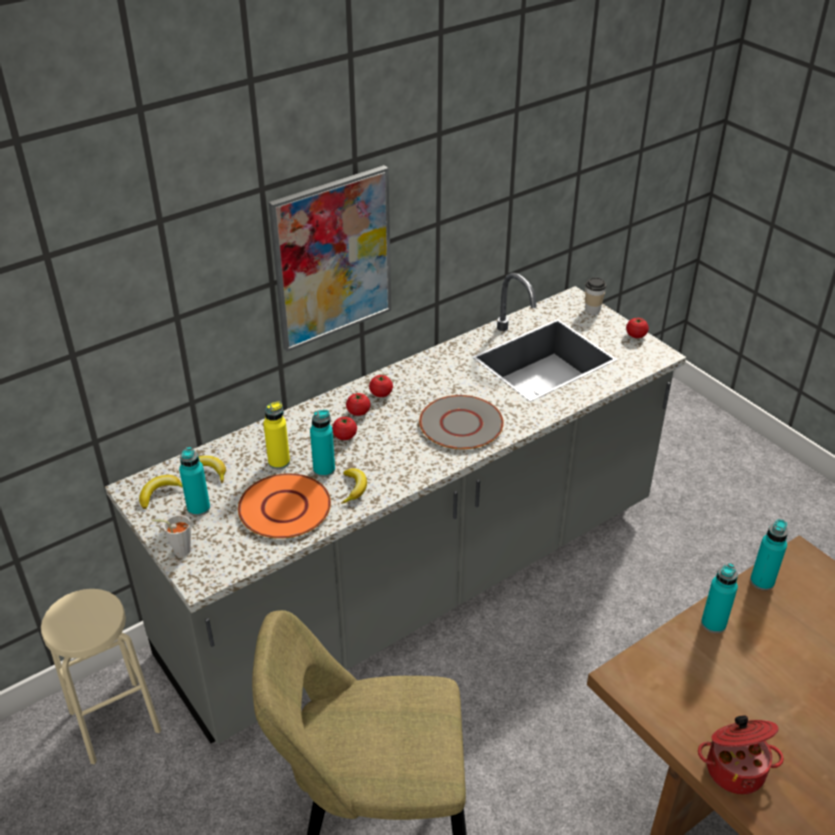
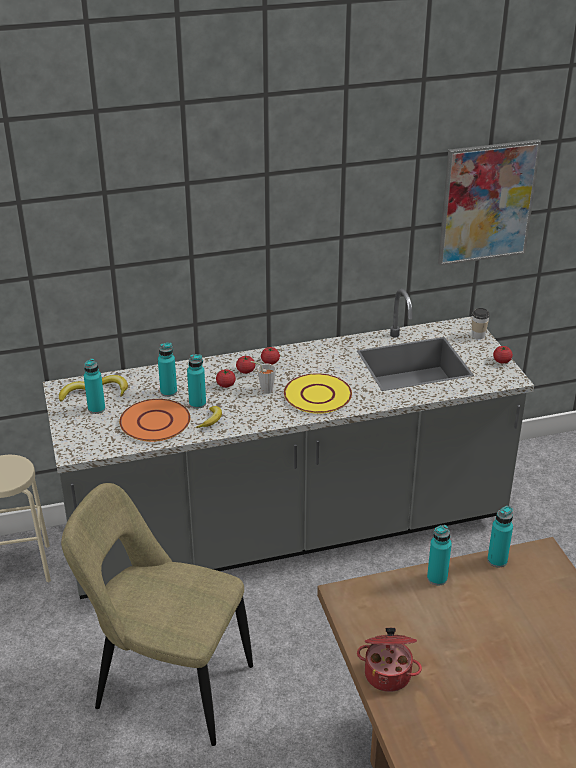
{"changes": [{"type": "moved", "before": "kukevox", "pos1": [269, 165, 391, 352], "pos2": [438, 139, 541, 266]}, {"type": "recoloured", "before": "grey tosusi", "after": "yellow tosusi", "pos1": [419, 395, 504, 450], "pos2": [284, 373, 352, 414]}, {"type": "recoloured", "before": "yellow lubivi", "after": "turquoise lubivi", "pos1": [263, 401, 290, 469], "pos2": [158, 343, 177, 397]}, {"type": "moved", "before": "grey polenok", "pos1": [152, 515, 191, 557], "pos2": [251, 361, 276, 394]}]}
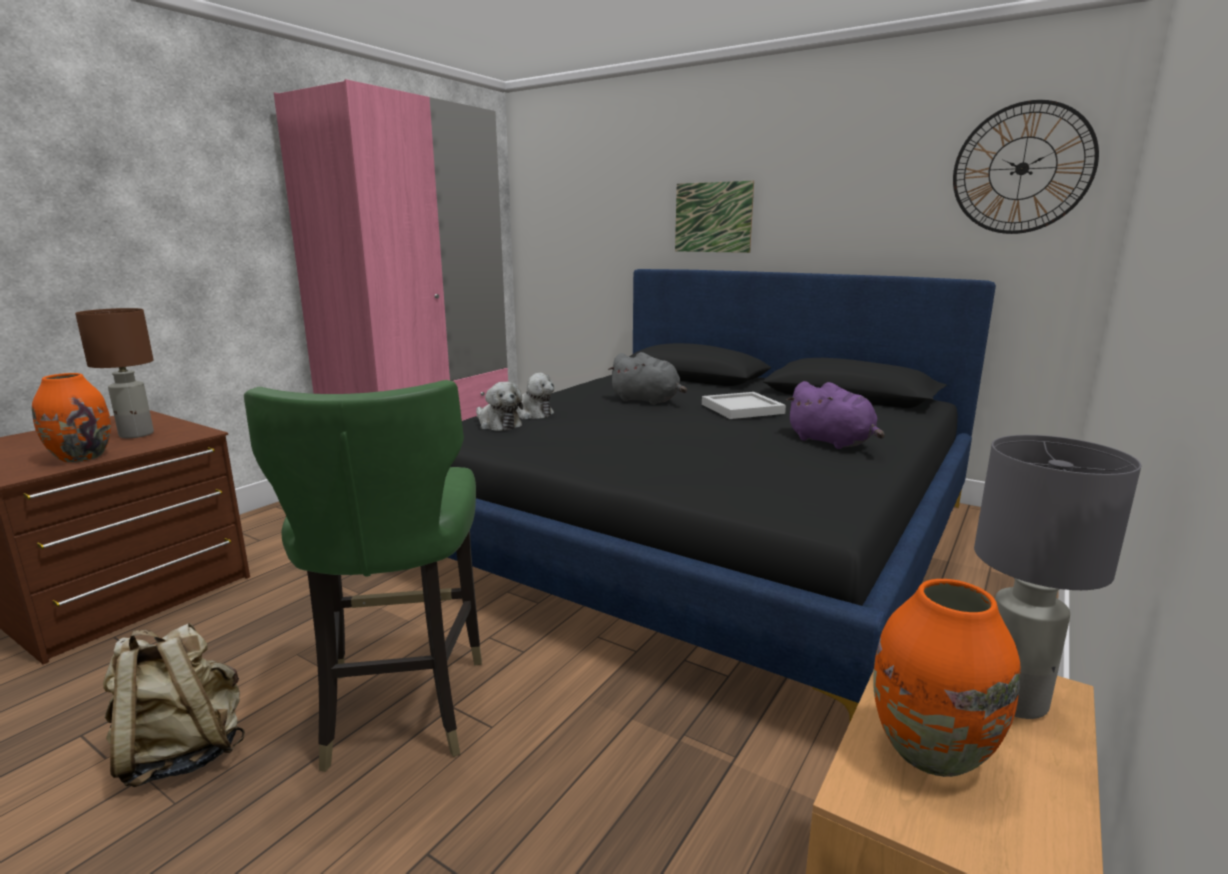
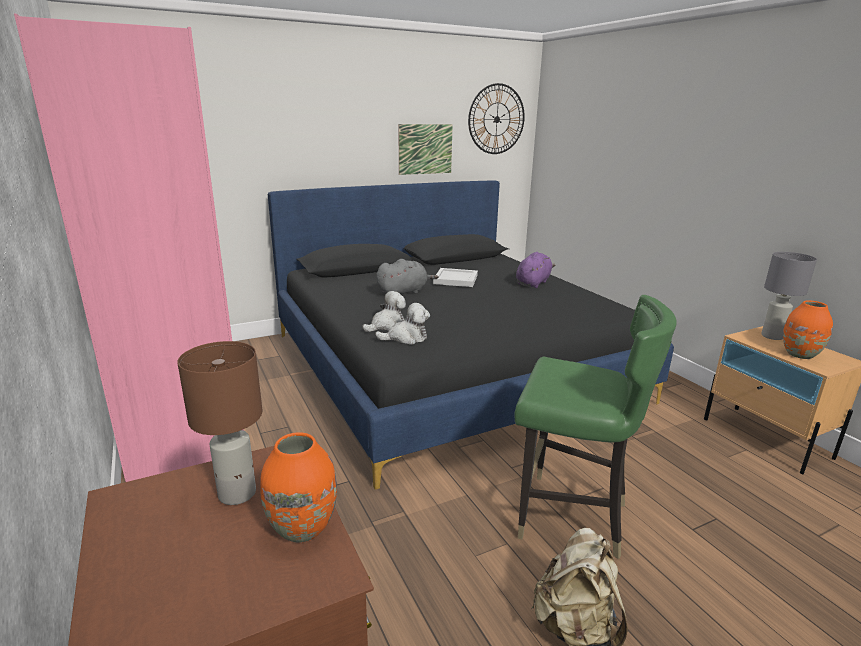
{"changes": [{"type": "moved", "before": "kukevox", "pos1": [675, 180, 754, 253], "pos2": [399, 124, 453, 175]}, {"type": "turned", "before": "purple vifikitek", "pos1": [786, 381, 885, 449], "pos2": [516, 252, 555, 288], "turn": -45}]}
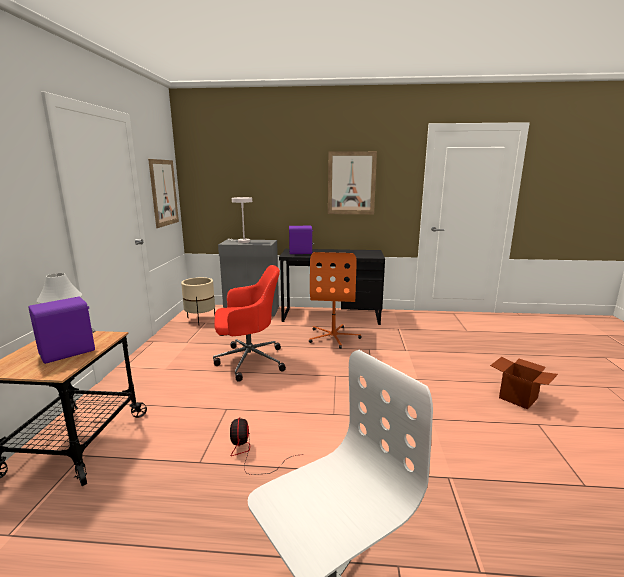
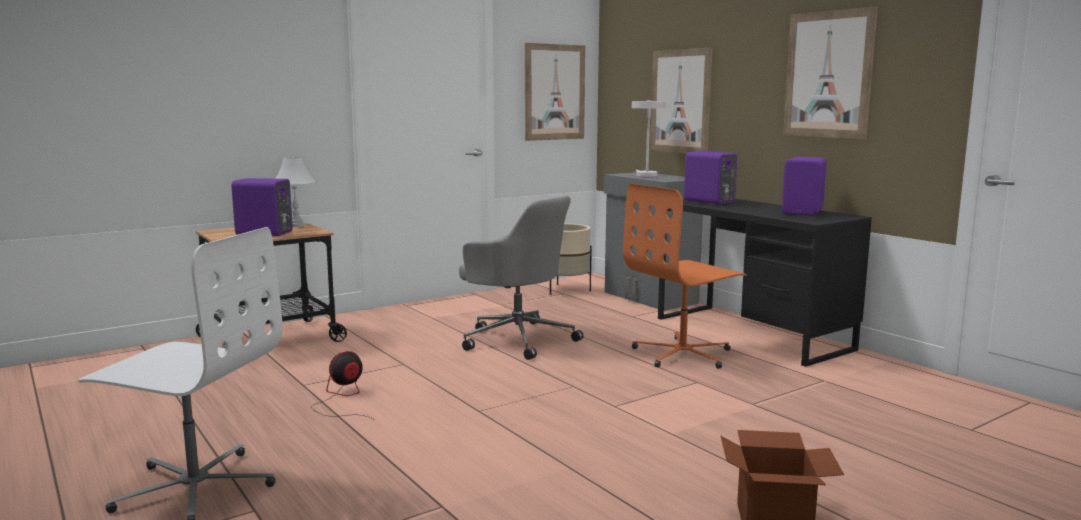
{"changes": [{"type": "recoloured", "before": "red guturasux", "after": "grey guturasux", "pos1": [213, 265, 286, 382], "pos2": [459, 196, 584, 360]}, {"type": "added", "after": "kukevox", "pos2": [650, 48, 712, 154]}, {"type": "added", "after": "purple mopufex", "pos2": [782, 157, 827, 216]}]}
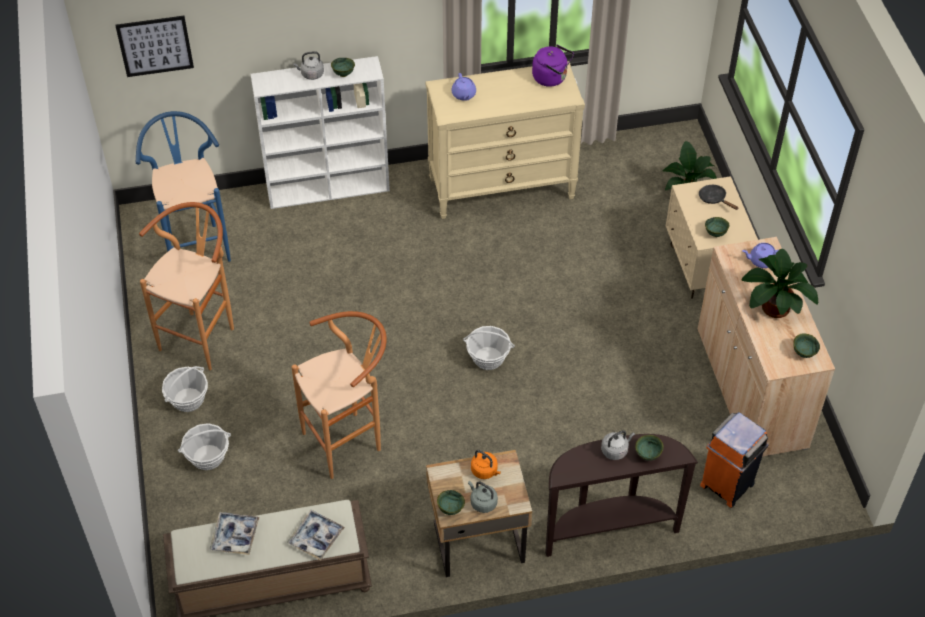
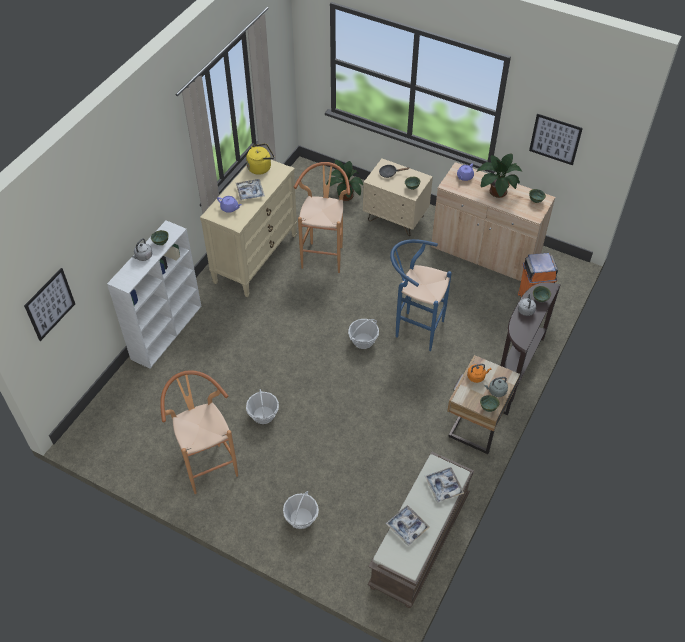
{"changes": [{"type": "recoloured", "before": "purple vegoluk", "after": "yellow vegoluk", "pos1": [532, 45, 574, 87], "pos2": [246, 144, 274, 175]}, {"type": "moved", "before": "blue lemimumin", "pos1": [136, 111, 231, 262], "pos2": [390, 239, 452, 351]}, {"type": "moved", "before": "brown lemimumin", "pos1": [292, 311, 387, 479], "pos2": [294, 162, 350, 273]}, {"type": "moved", "before": "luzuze", "pos1": [162, 366, 208, 412], "pos2": [246, 389, 279, 424]}, {"type": "added", "after": "kukevox", "pos2": [529, 114, 583, 165]}, {"type": "added", "after": "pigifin", "pos2": [236, 179, 265, 200]}]}
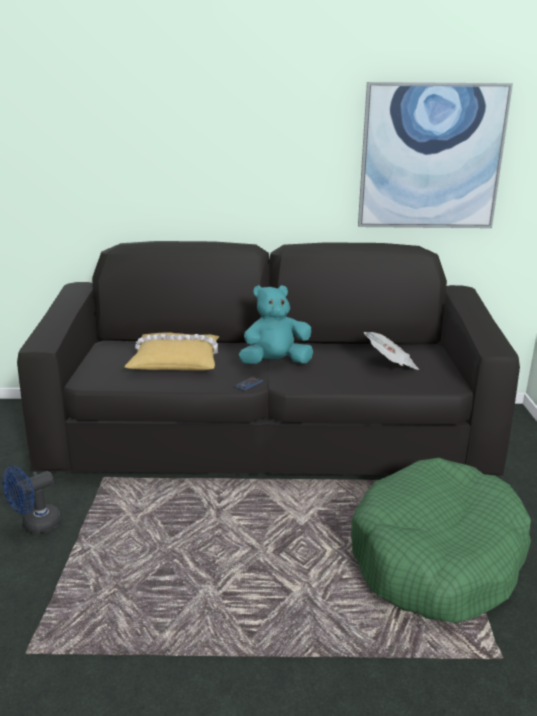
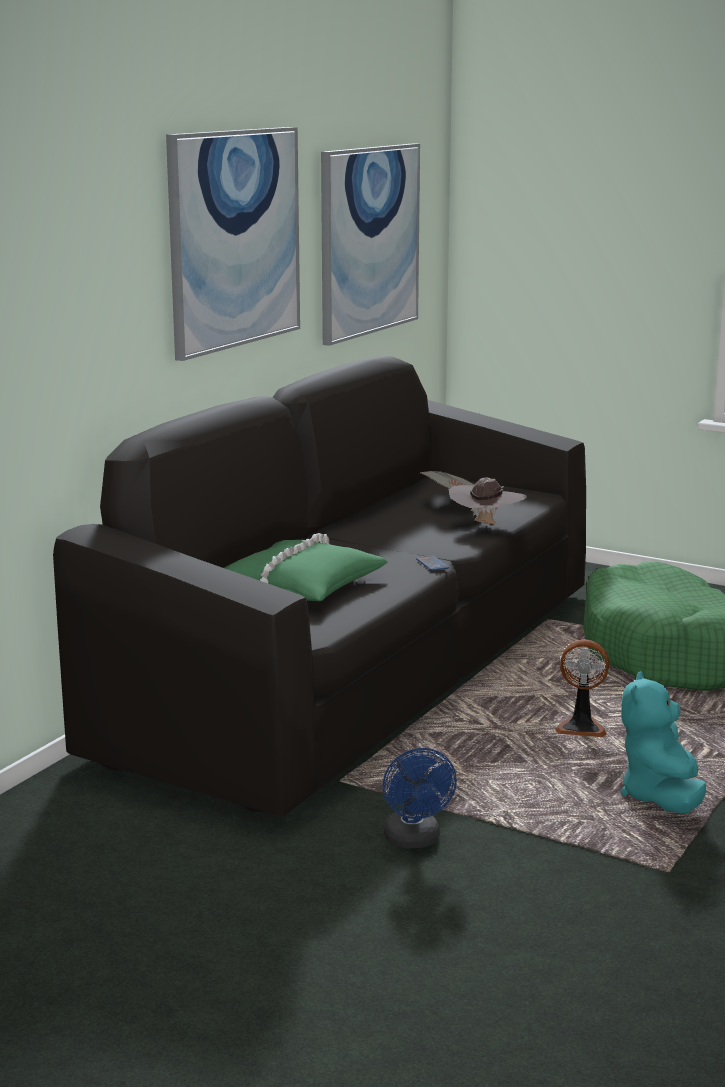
{"changes": [{"type": "moved", "before": "turquoise vifikitek", "pos1": [239, 285, 313, 364], "pos2": [621, 671, 707, 814]}, {"type": "recoloured", "before": "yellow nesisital", "after": "green nesisital", "pos1": [125, 333, 219, 371], "pos2": [224, 533, 388, 601]}, {"type": "added", "after": "kukevox", "pos2": [166, 127, 300, 361]}, {"type": "added", "after": "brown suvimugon", "pos2": [449, 477, 526, 525]}, {"type": "added", "after": "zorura", "pos2": [555, 640, 609, 737]}]}
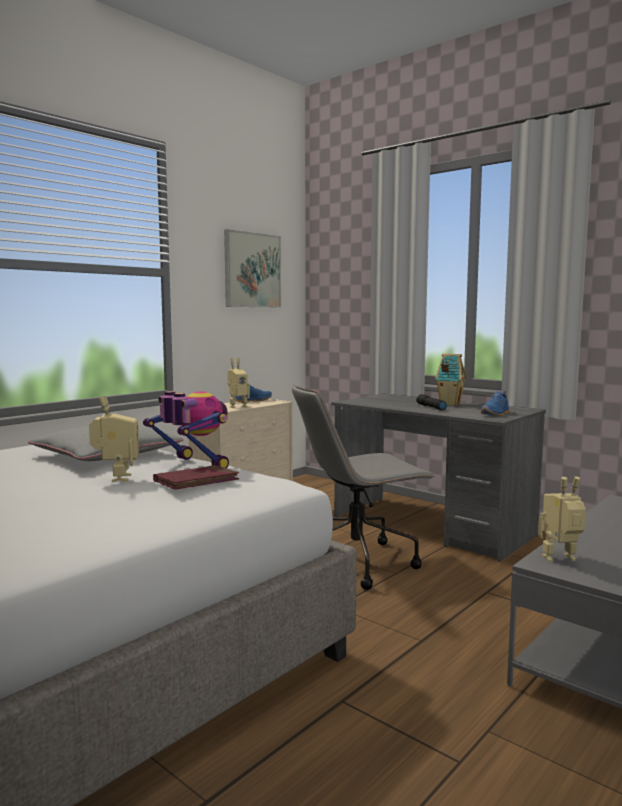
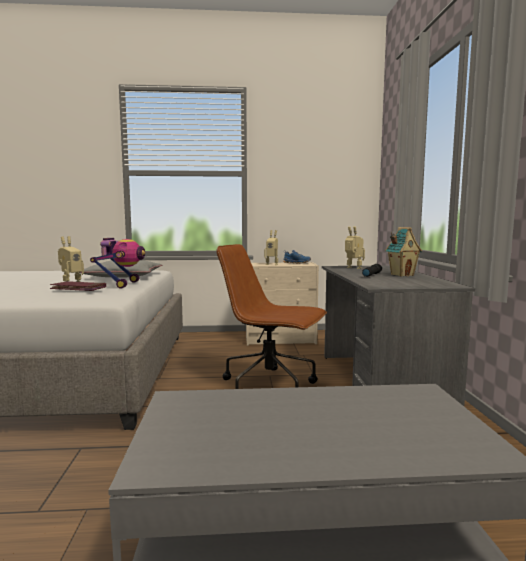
{"changes": [{"type": "removed", "before": "kukevox", "pos1": [224, 229, 281, 307]}, {"type": "recoloured", "before": "grey guturasux", "after": "brown guturasux", "pos1": [292, 385, 435, 590], "pos2": [216, 244, 327, 389]}, {"type": "removed", "before": "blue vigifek", "pos1": [481, 391, 509, 416]}, {"type": "moved", "before": "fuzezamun", "pos1": [538, 476, 586, 562], "pos2": [345, 227, 365, 269]}]}
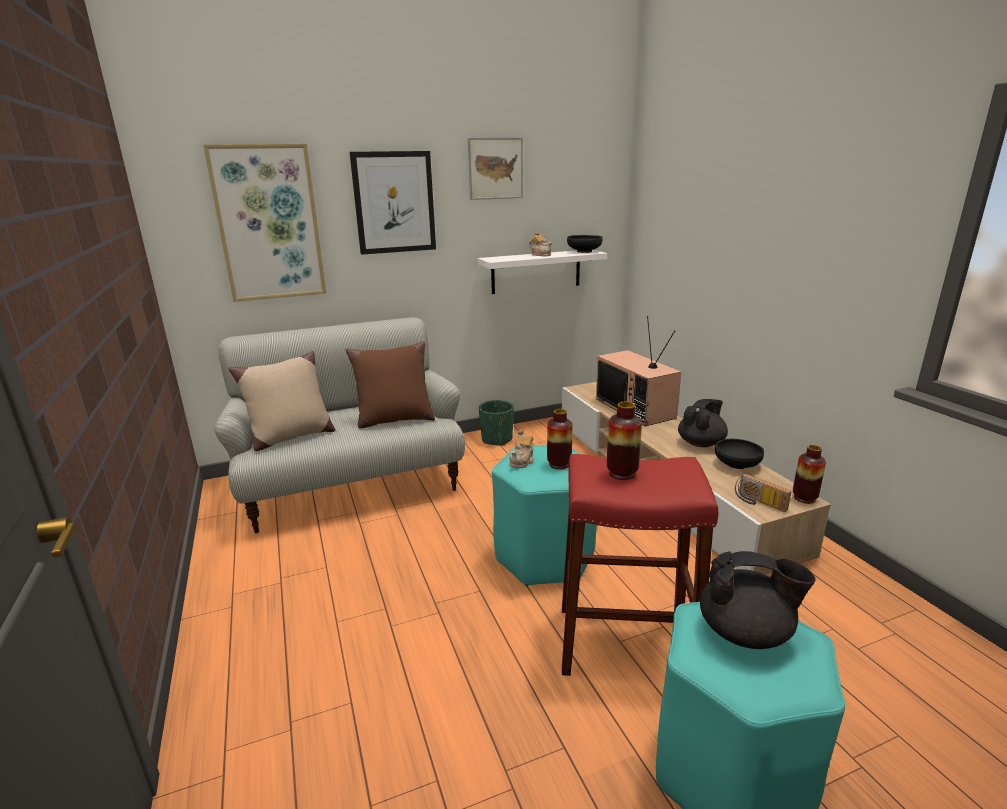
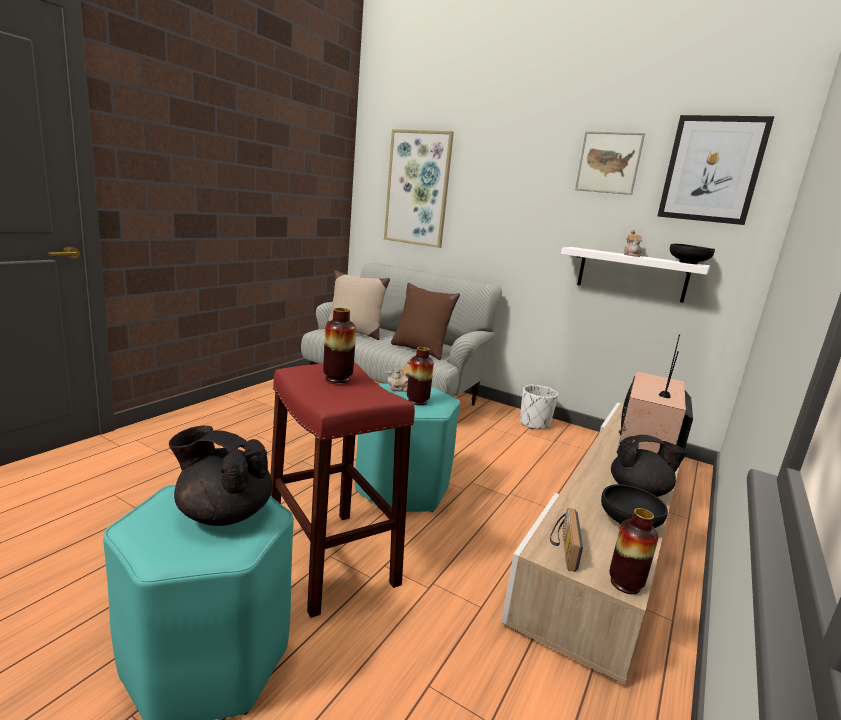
{"changes": [{"type": "moved", "before": "kukevox", "pos1": [350, 151, 436, 255], "pos2": [658, 115, 775, 225]}, {"type": "recoloured", "before": "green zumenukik", "after": "white zumenukik", "pos1": [479, 400, 514, 445], "pos2": [520, 385, 558, 429]}, {"type": "turned", "before": "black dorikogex", "pos1": [700, 551, 816, 649], "pos2": [169, 425, 272, 526], "turn": 135}]}
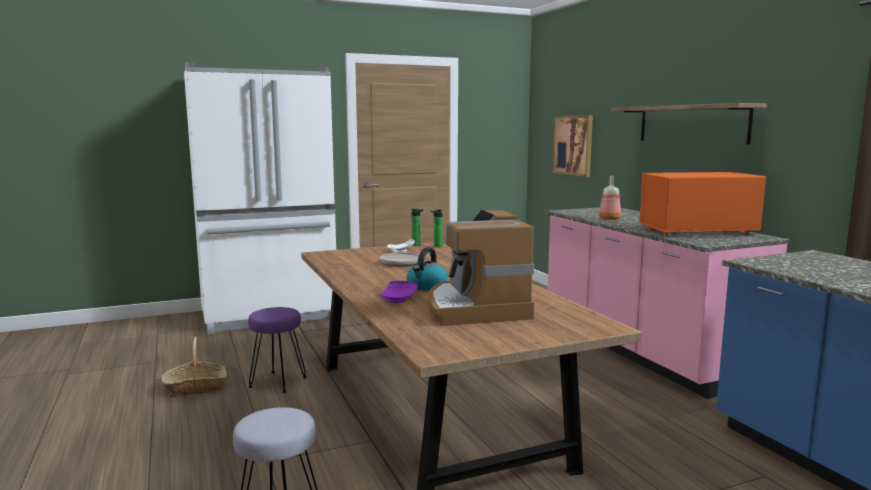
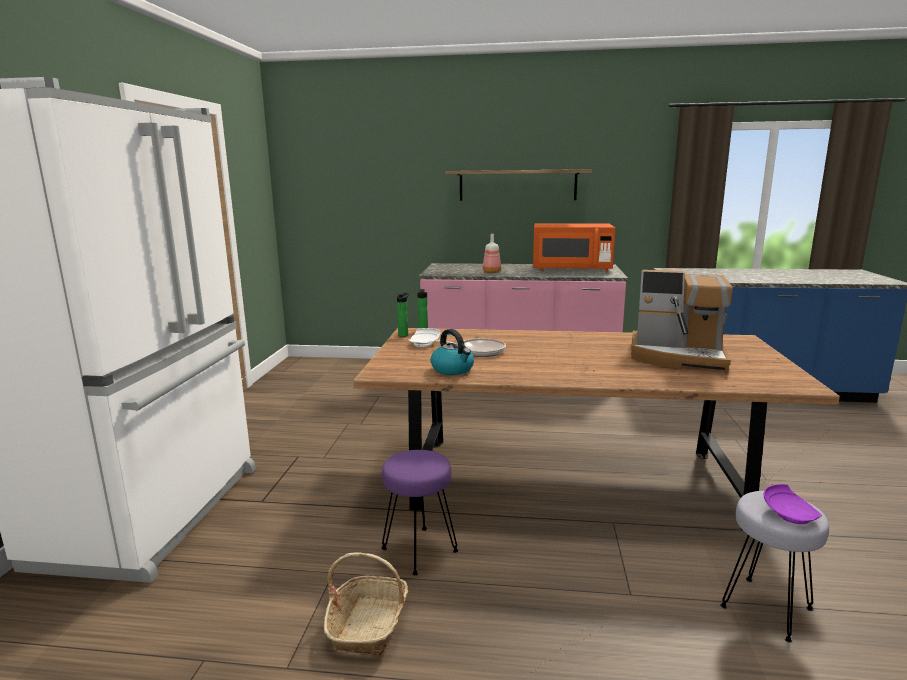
{"changes": [{"type": "removed", "before": "kukevox", "pos1": [553, 115, 593, 177]}, {"type": "turned", "before": "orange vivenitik", "pos1": [639, 172, 766, 236], "pos2": [533, 223, 616, 272], "turn": -105}, {"type": "moved", "before": "vegoluk", "pos1": [407, 247, 448, 291], "pos2": [431, 329, 474, 375]}, {"type": "moved", "before": "purple tosusi", "pos1": [379, 281, 418, 303], "pos2": [764, 484, 822, 524]}]}
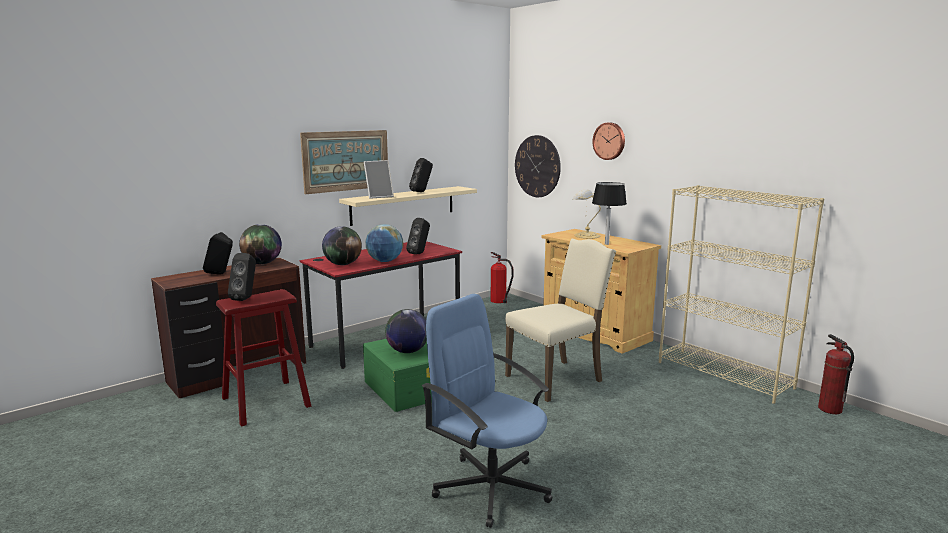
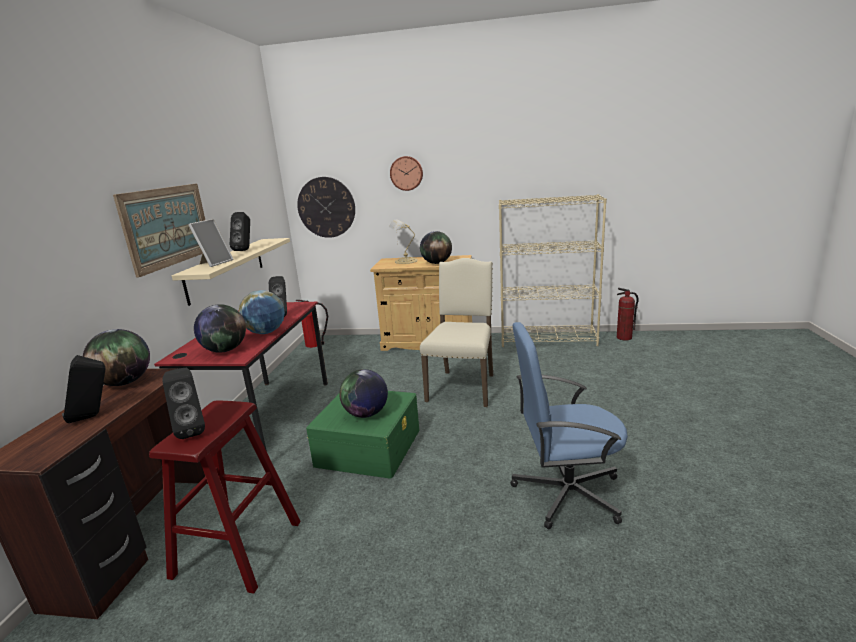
{"changes": [{"type": "replaced", "before": "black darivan", "after": "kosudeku", "pos1": [592, 182, 627, 245], "pos2": [420, 231, 452, 264]}]}
